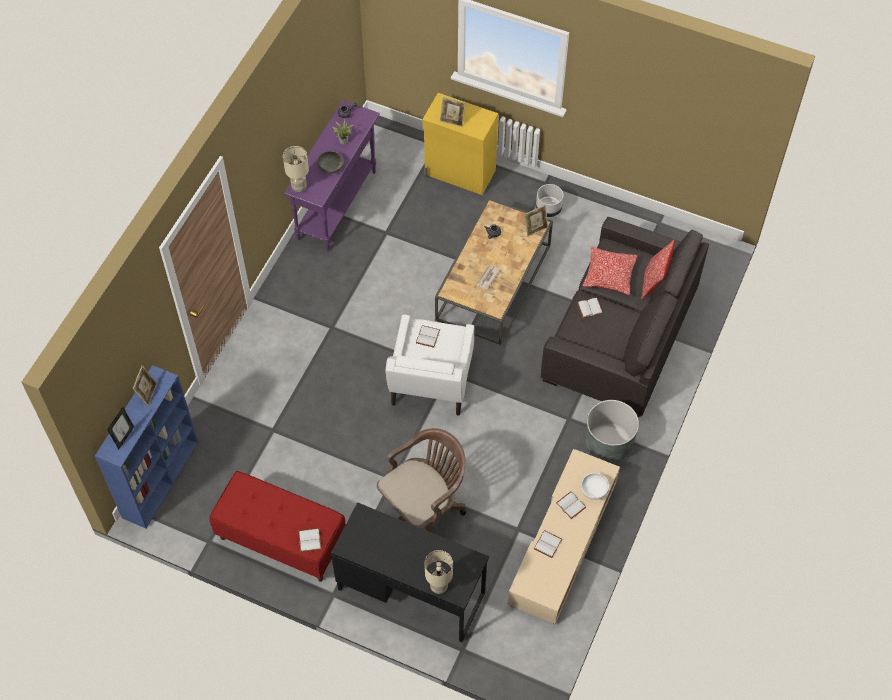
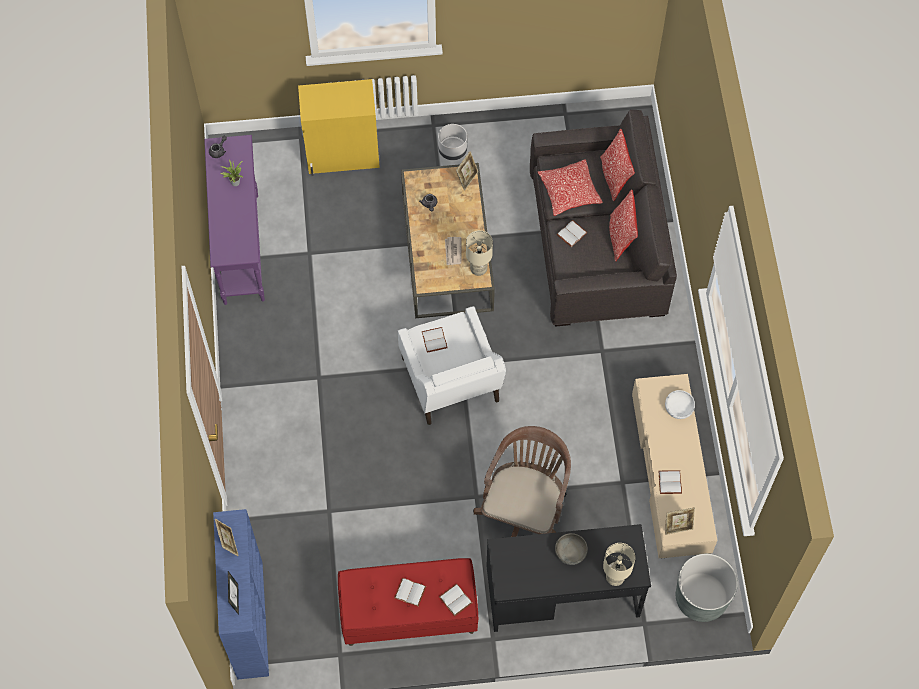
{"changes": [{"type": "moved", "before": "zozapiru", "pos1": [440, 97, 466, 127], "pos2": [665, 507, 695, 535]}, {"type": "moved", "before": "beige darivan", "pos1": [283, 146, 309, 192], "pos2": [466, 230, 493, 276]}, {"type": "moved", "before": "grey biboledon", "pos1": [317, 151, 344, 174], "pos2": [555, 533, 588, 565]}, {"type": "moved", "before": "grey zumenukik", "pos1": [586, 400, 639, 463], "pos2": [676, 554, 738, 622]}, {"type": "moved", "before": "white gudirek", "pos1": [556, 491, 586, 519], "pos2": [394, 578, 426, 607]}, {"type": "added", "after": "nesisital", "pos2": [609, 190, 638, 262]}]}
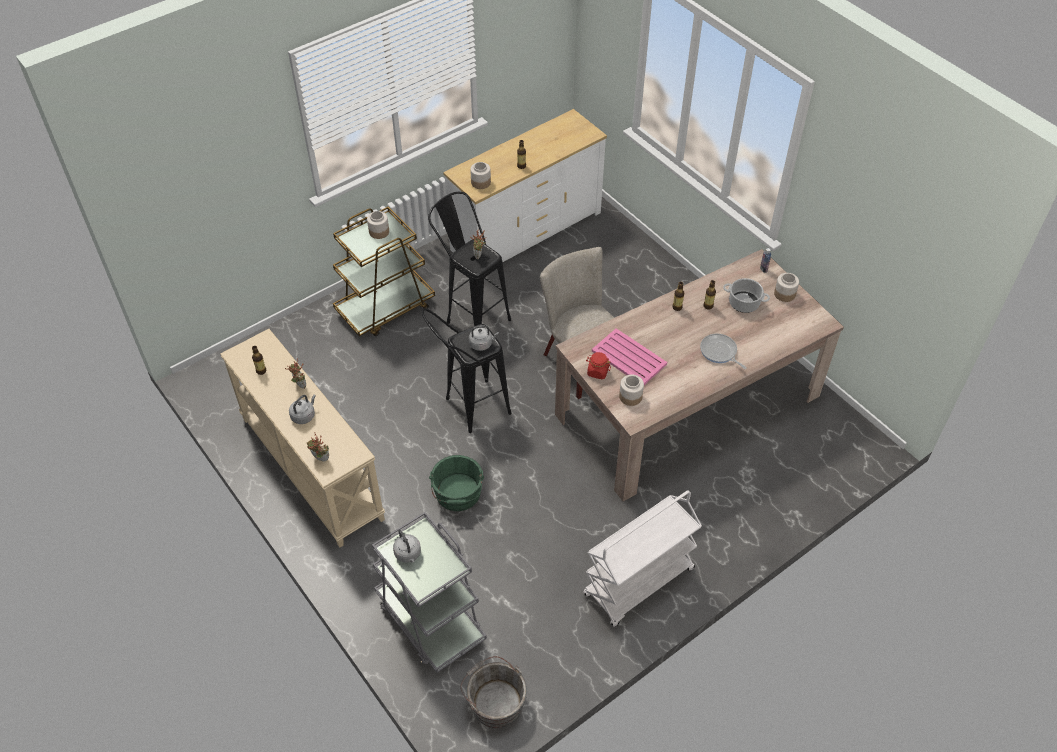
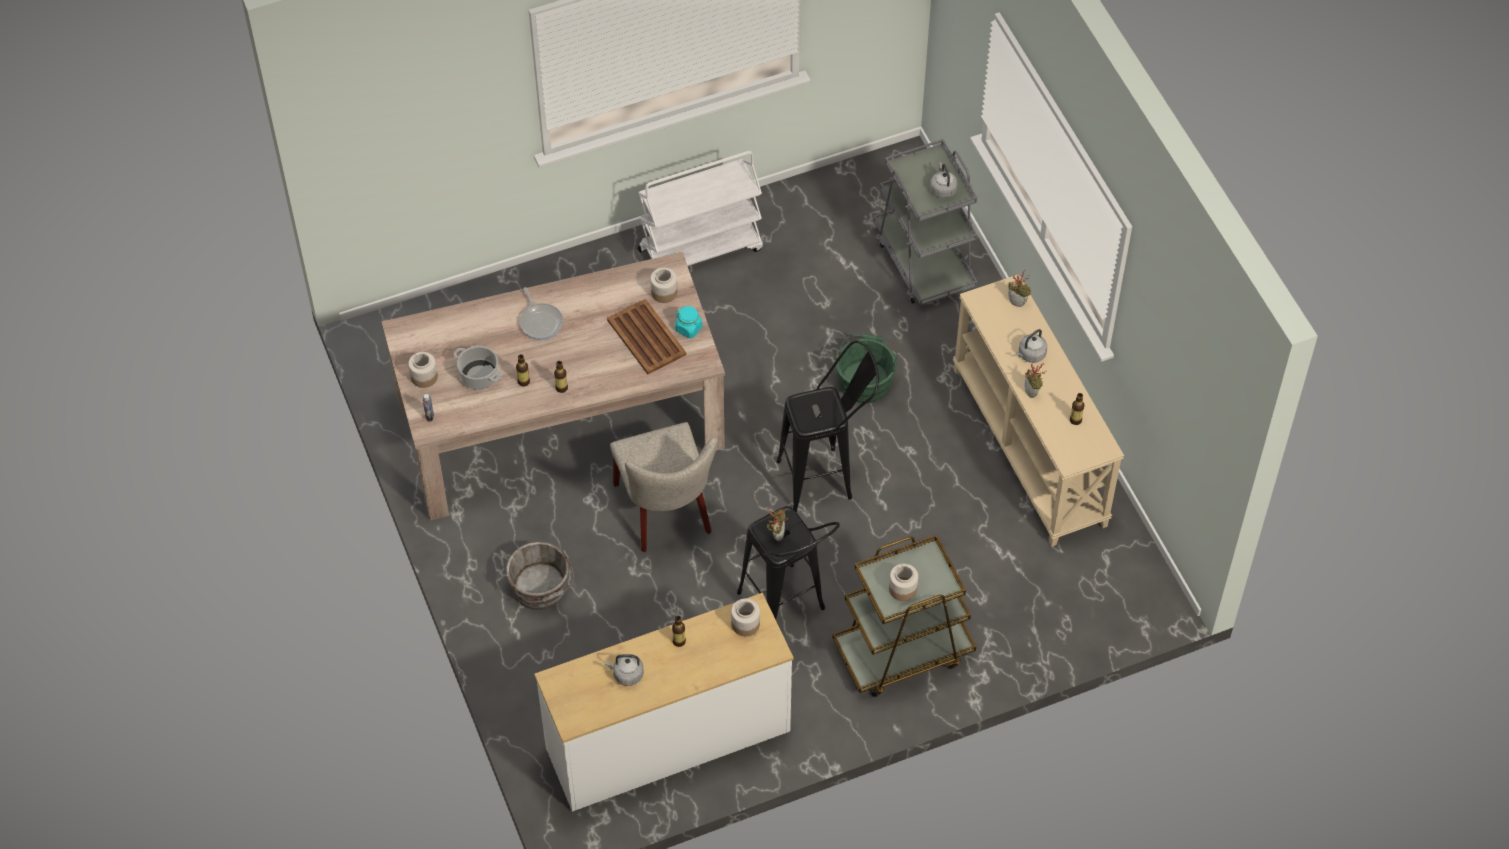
{"changes": [{"type": "moved", "before": "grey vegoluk", "pos1": [469, 325, 499, 351], "pos2": [604, 654, 644, 686]}, {"type": "recoloured", "before": "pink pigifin", "after": "brown pigifin", "pos1": [592, 329, 667, 385], "pos2": [607, 299, 686, 374]}, {"type": "recoloured", "before": "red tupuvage", "after": "turquoise tupuvage", "pos1": [586, 352, 611, 379], "pos2": [675, 306, 702, 338]}, {"type": "moved", "before": "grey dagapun", "pos1": [460, 656, 527, 728], "pos2": [506, 542, 574, 610]}]}
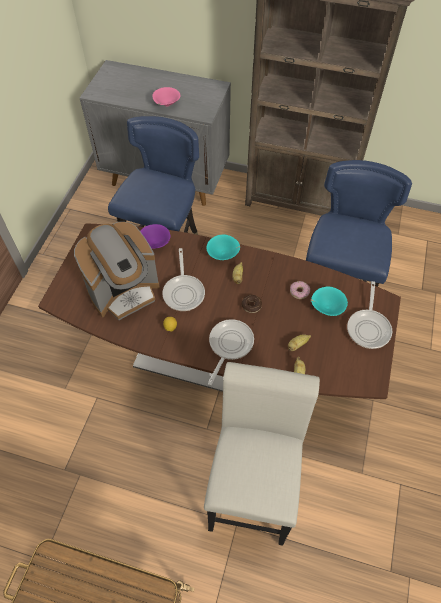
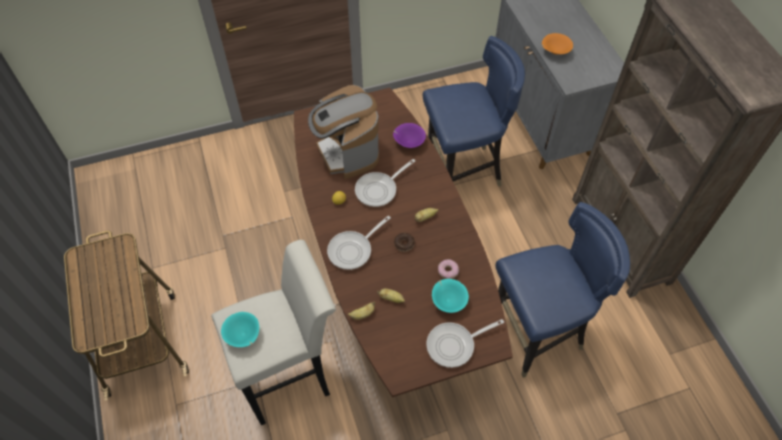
{"changes": [{"type": "recoloured", "before": "pink biboledon", "after": "orange biboledon", "pos1": [152, 87, 180, 107], "pos2": [542, 33, 573, 55]}, {"type": "turned", "before": "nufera", "pos1": [74, 222, 160, 320], "pos2": [308, 85, 379, 179], "turn": 45}, {"type": "moved", "before": "turquoise biboledon", "pos1": [206, 234, 240, 260], "pos2": [221, 312, 259, 347]}, {"type": "turned", "before": "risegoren", "pos1": [208, 319, 254, 386], "pos2": [327, 216, 391, 270], "turn": 150}]}
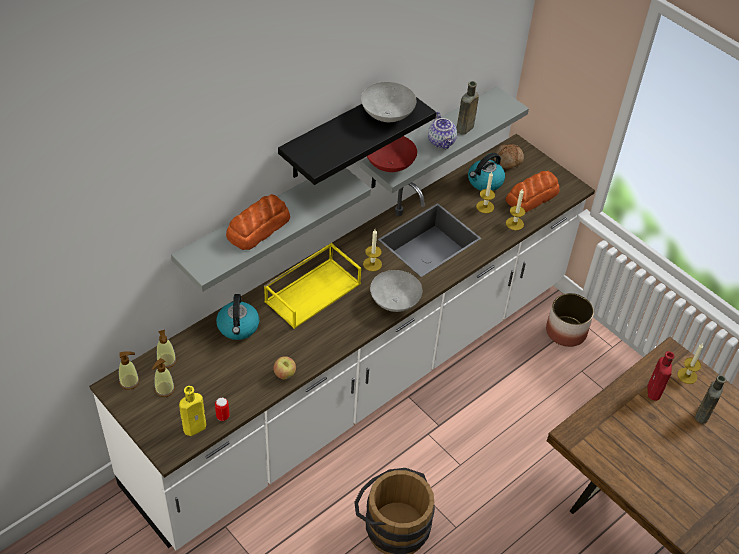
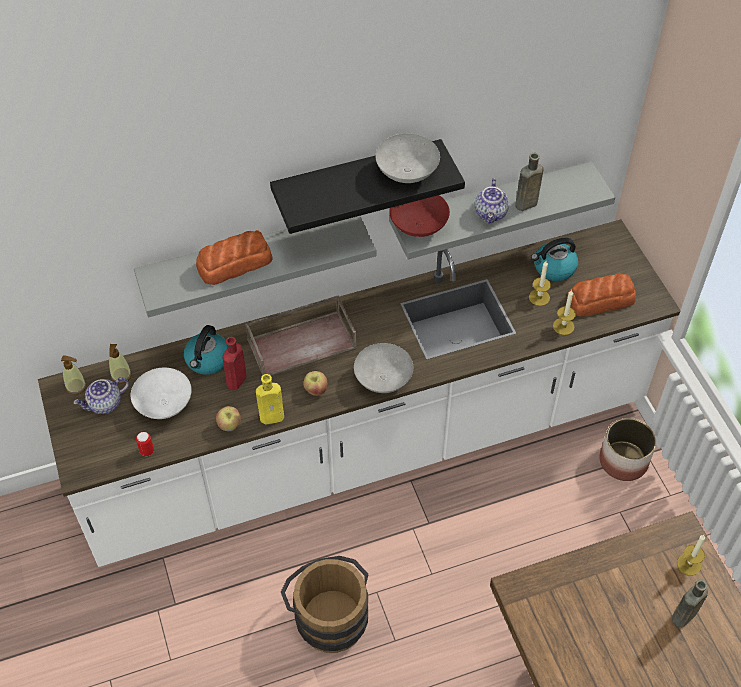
{"changes": [{"type": "removed", "before": "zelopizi", "pos1": [494, 144, 524, 169]}, {"type": "removed", "before": "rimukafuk", "pos1": [363, 229, 382, 271]}, {"type": "recoloured", "before": "yellow pigifin", "after": "brown pigifin", "pos1": [264, 243, 361, 329], "pos2": [245, 295, 357, 376]}, {"type": "moved", "before": "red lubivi", "pos1": [648, 351, 674, 401], "pos2": [222, 337, 247, 390]}, {"type": "replaced", "before": "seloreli", "after": "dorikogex", "pos1": [152, 358, 175, 397], "pos2": [73, 377, 129, 414]}, {"type": "moved", "before": "yellow lubivi", "pos1": [179, 386, 206, 436], "pos2": [256, 374, 284, 425]}, {"type": "added", "after": "white biboledon", "pos2": [131, 368, 191, 419]}, {"type": "added", "after": "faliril", "pos2": [303, 371, 328, 396]}]}
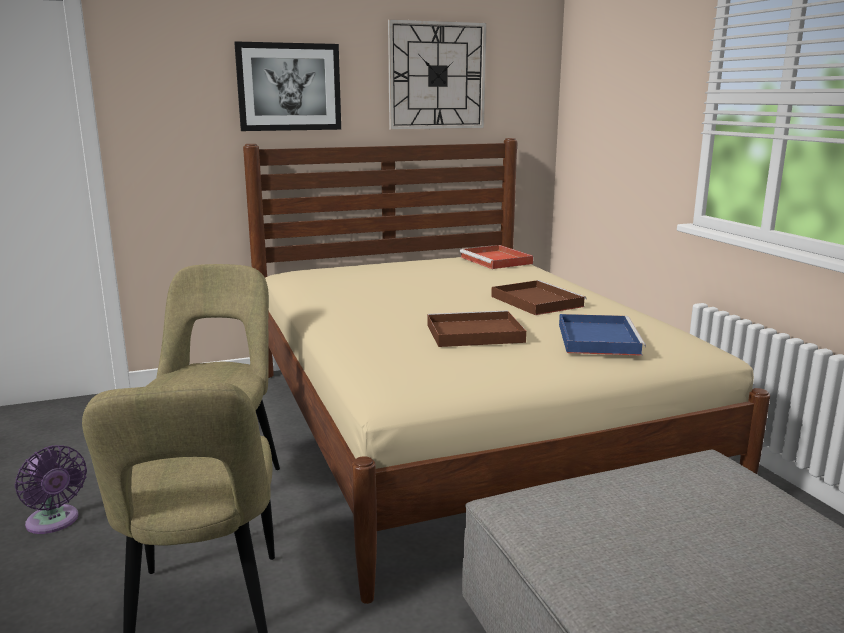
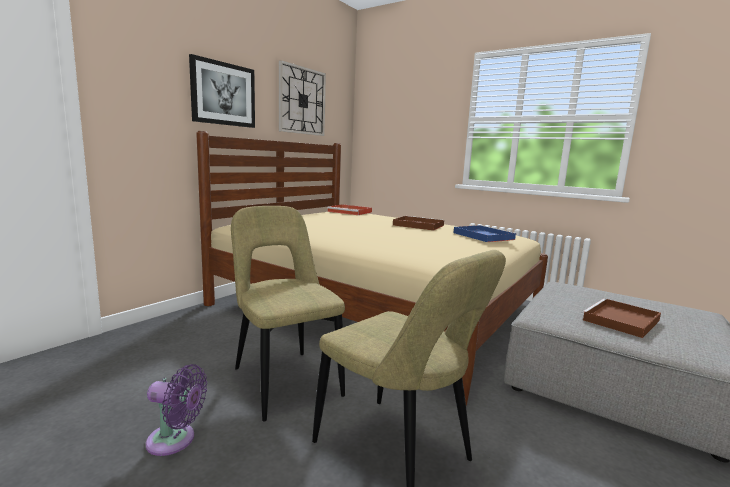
{"changes": [{"type": "moved", "before": "brown pigifin", "pos1": [427, 310, 526, 347], "pos2": [581, 298, 661, 338]}]}
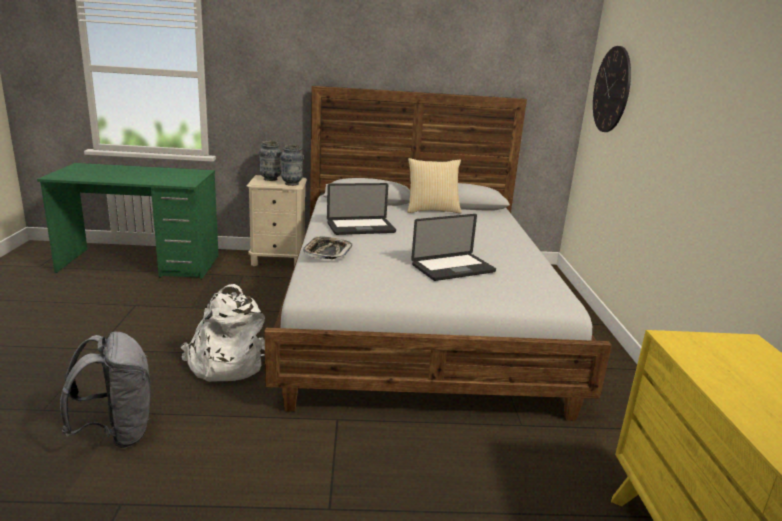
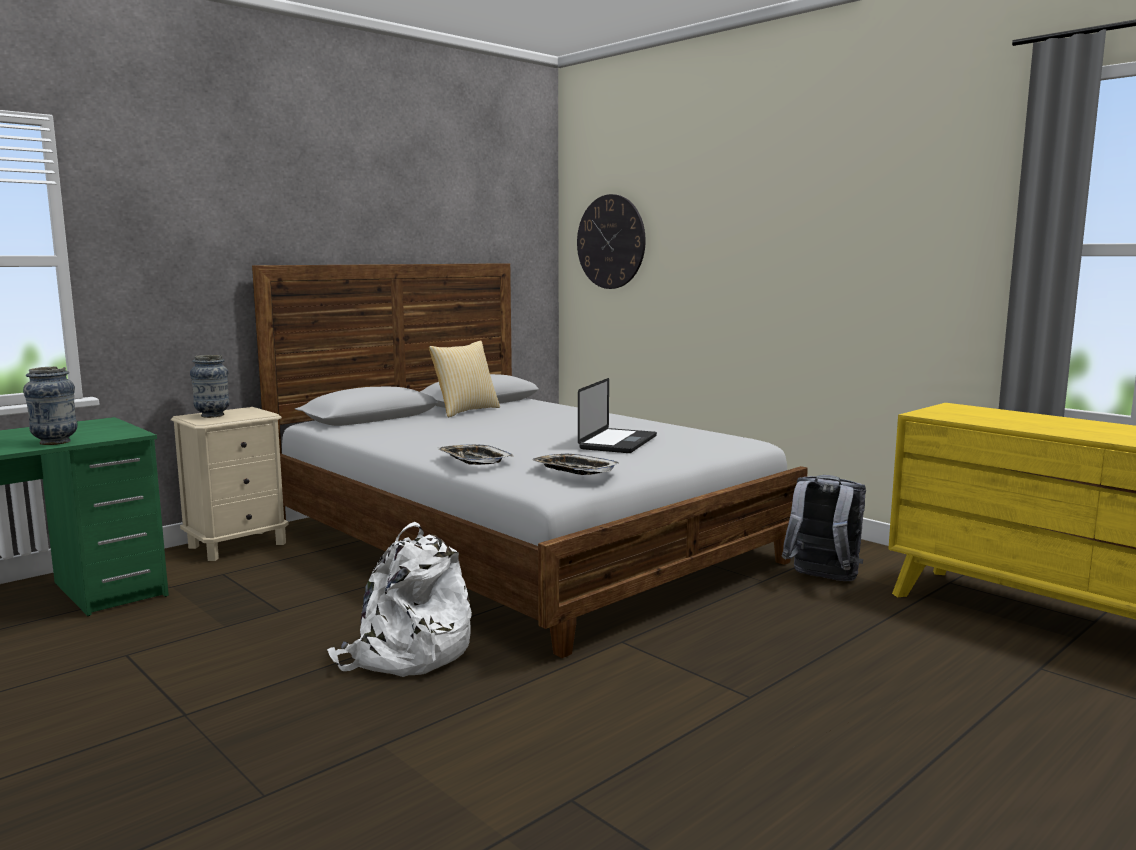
{"changes": [{"type": "moved", "before": "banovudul", "pos1": [280, 145, 304, 186], "pos2": [23, 367, 78, 445]}, {"type": "removed", "before": "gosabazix", "pos1": [327, 183, 396, 235]}, {"type": "moved", "before": "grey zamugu", "pos1": [60, 332, 151, 448], "pos2": [782, 475, 866, 581]}, {"type": "added", "after": "pigifin", "pos2": [532, 454, 620, 475]}]}
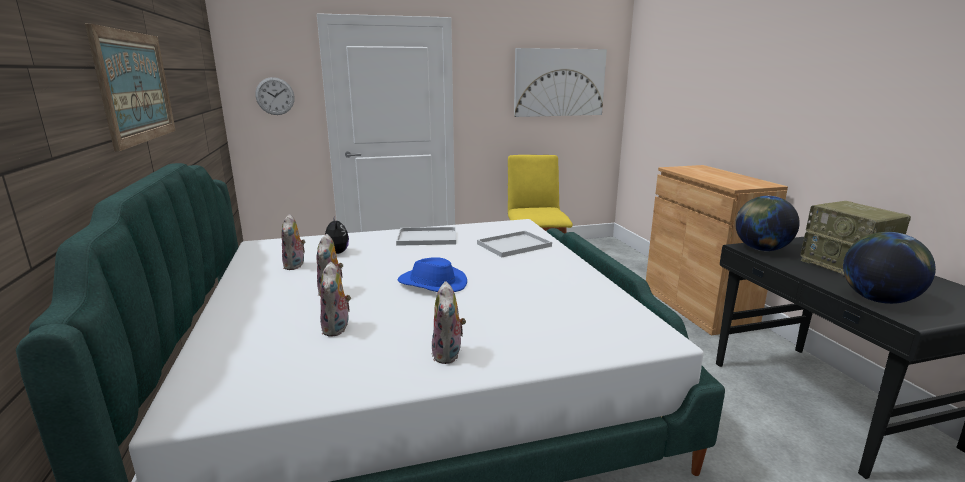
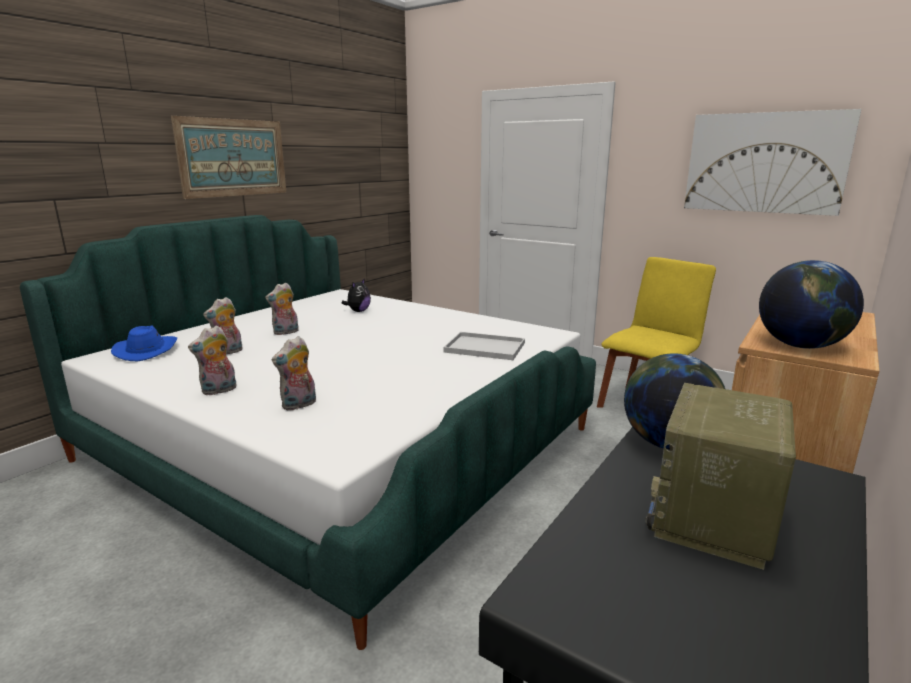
{"changes": [{"type": "removed", "before": "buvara", "pos1": [255, 77, 295, 115]}, {"type": "moved", "before": "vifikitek", "pos1": [281, 214, 305, 270], "pos2": [272, 336, 316, 411]}, {"type": "removed", "before": "white pigifin", "pos1": [396, 227, 456, 246]}, {"type": "moved", "before": "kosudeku", "pos1": [843, 232, 936, 304], "pos2": [759, 260, 864, 349]}, {"type": "moved", "before": "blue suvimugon", "pos1": [397, 257, 467, 292], "pos2": [111, 325, 177, 361]}]}
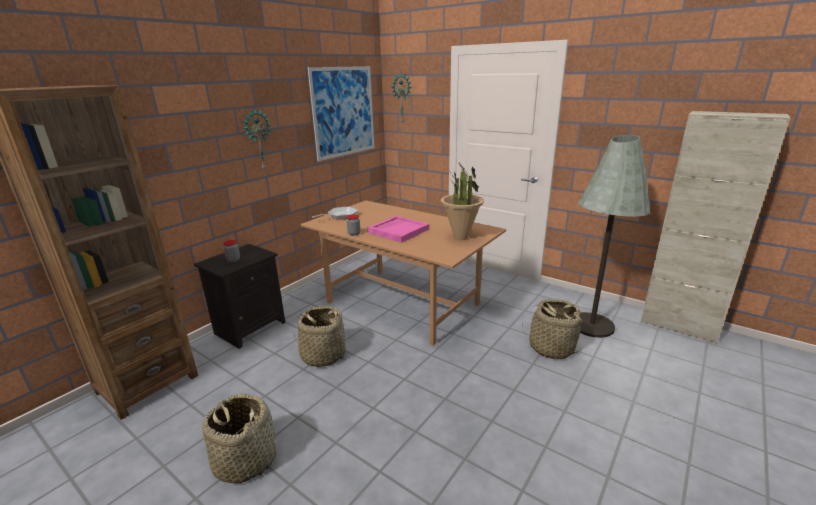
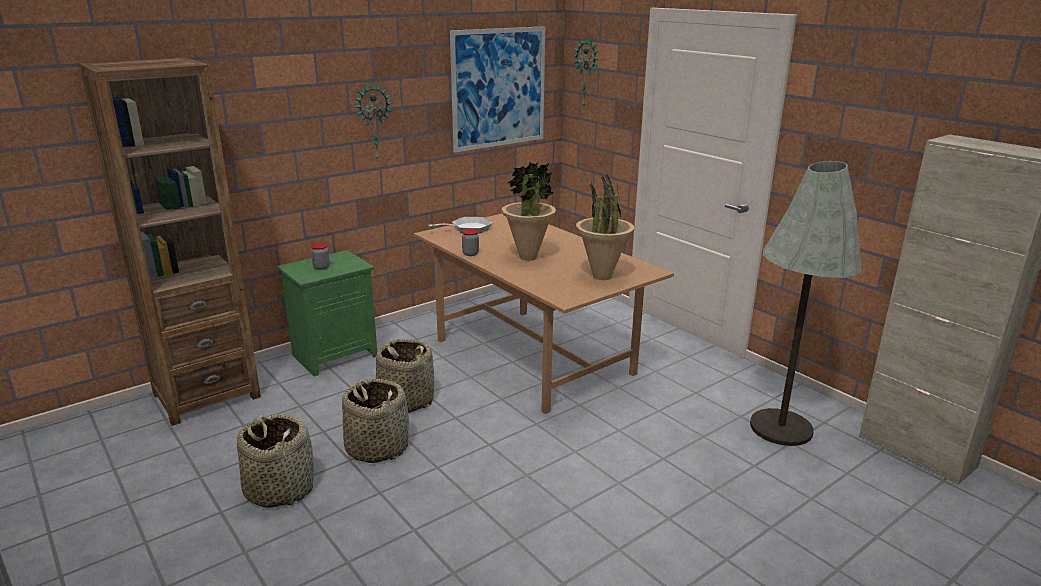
{"changes": [{"type": "replaced", "before": "pink pigifin", "after": "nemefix", "pos1": [368, 216, 429, 243], "pos2": [502, 162, 556, 261]}, {"type": "recoloured", "before": "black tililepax", "after": "green tililepax", "pos1": [194, 244, 285, 349], "pos2": [277, 250, 377, 376]}, {"type": "moved", "before": "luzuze", "pos1": [522, 299, 584, 359], "pos2": [342, 379, 409, 463]}]}
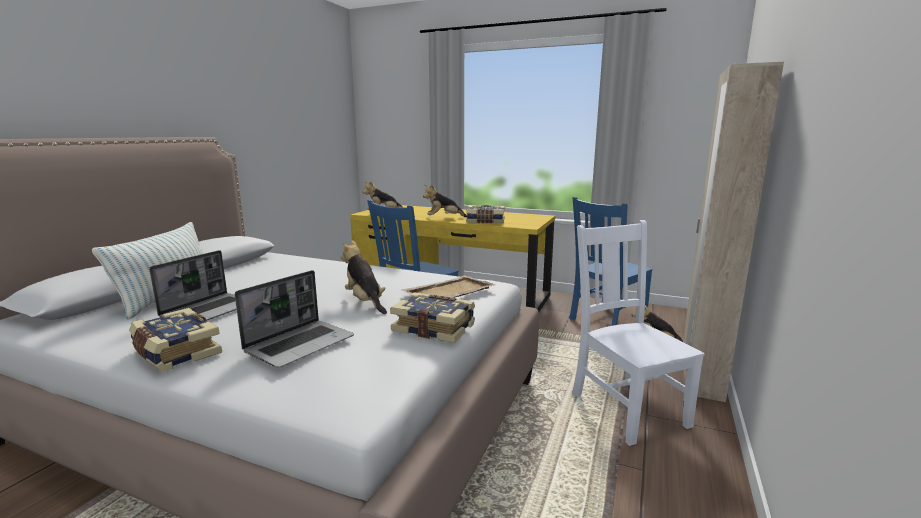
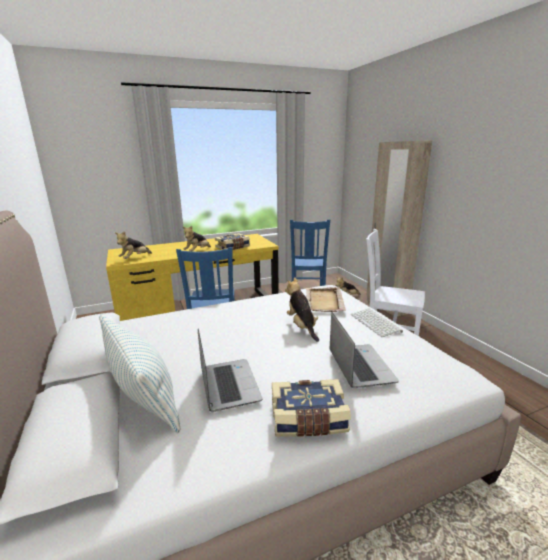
{"changes": [{"type": "turned", "before": "vifikitek", "pos1": [341, 240, 387, 314], "pos2": [285, 277, 319, 342], "turn": 60}, {"type": "replaced", "before": "gudirek", "after": "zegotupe", "pos1": [390, 293, 475, 343], "pos2": [351, 309, 403, 337]}]}
